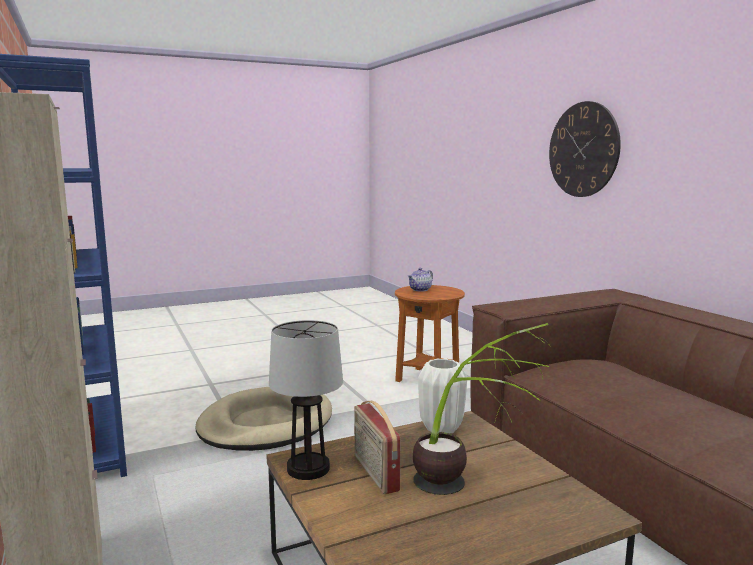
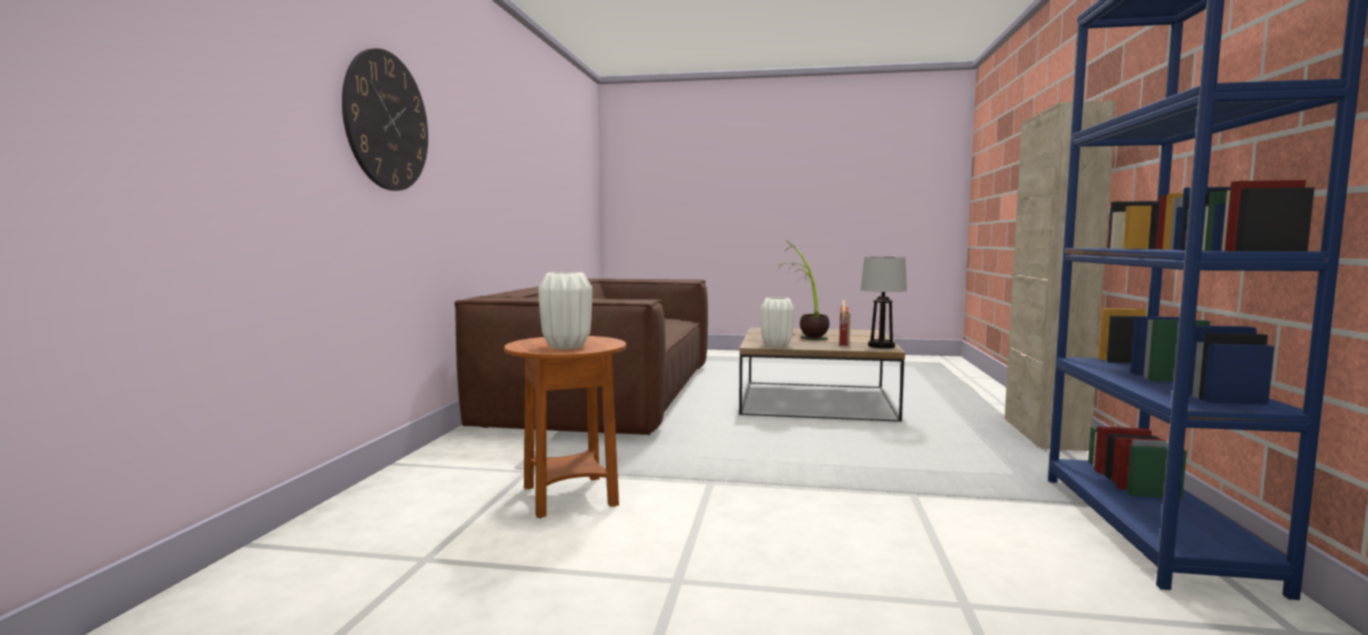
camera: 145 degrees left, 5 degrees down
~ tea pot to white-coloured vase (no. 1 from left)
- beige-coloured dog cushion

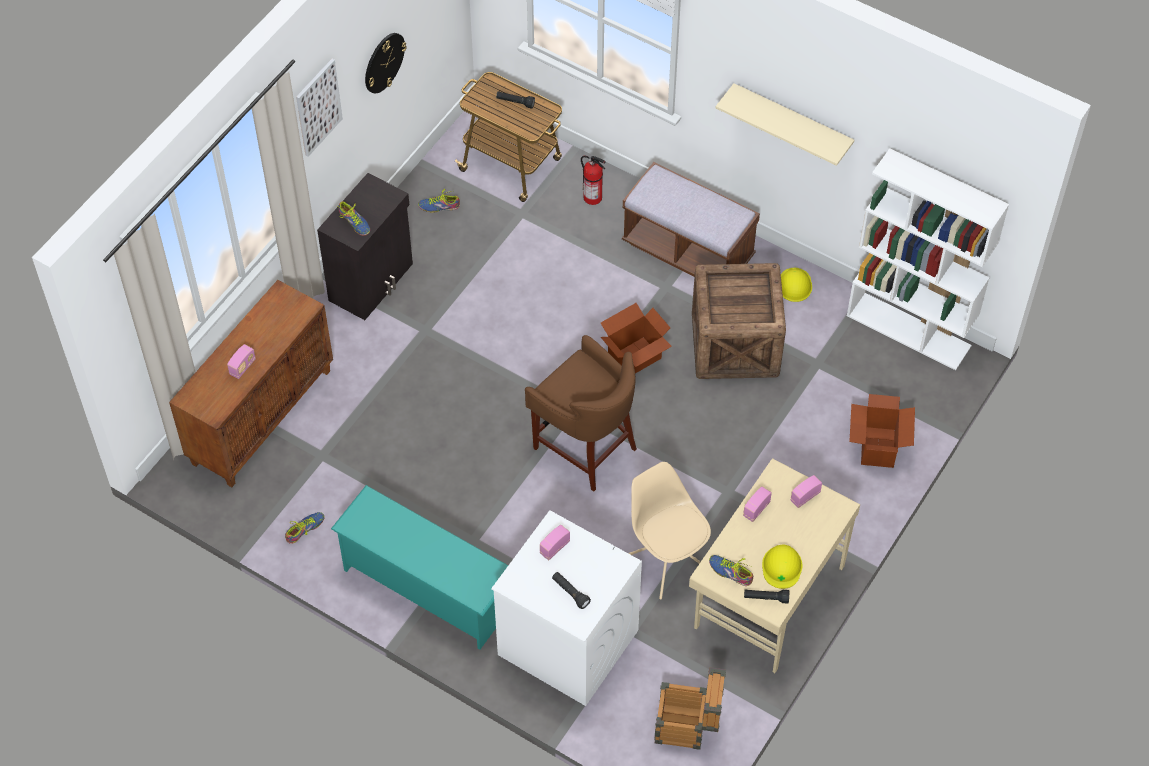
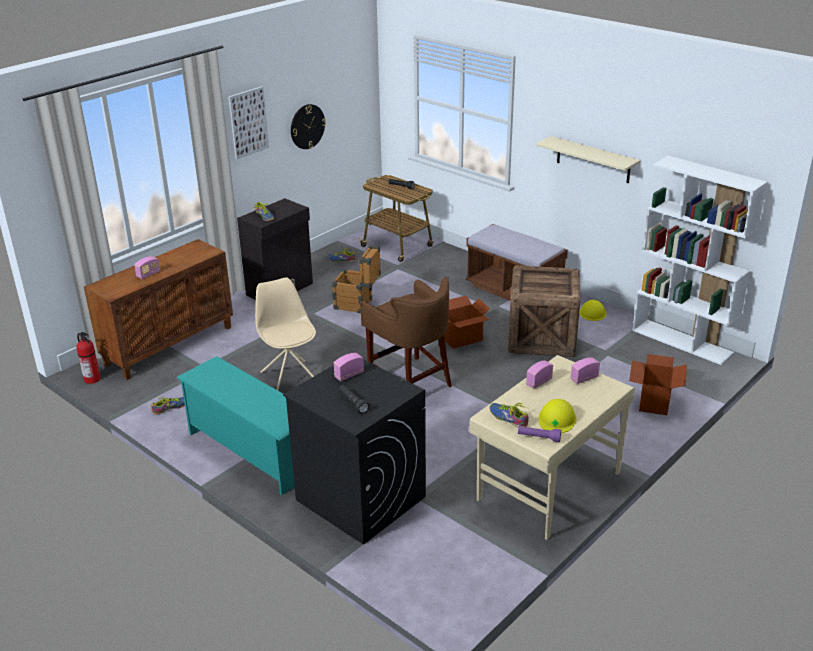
camera: 10 degrees right, 25 degrees down
~ fire extinguisher
~ beige-coloured upright chair
~ white-coloured laundry machine to black laundry machine
~ black hand torch (no. 3 from left) to purple hand torch
~ packing crate (no. 1 from left)

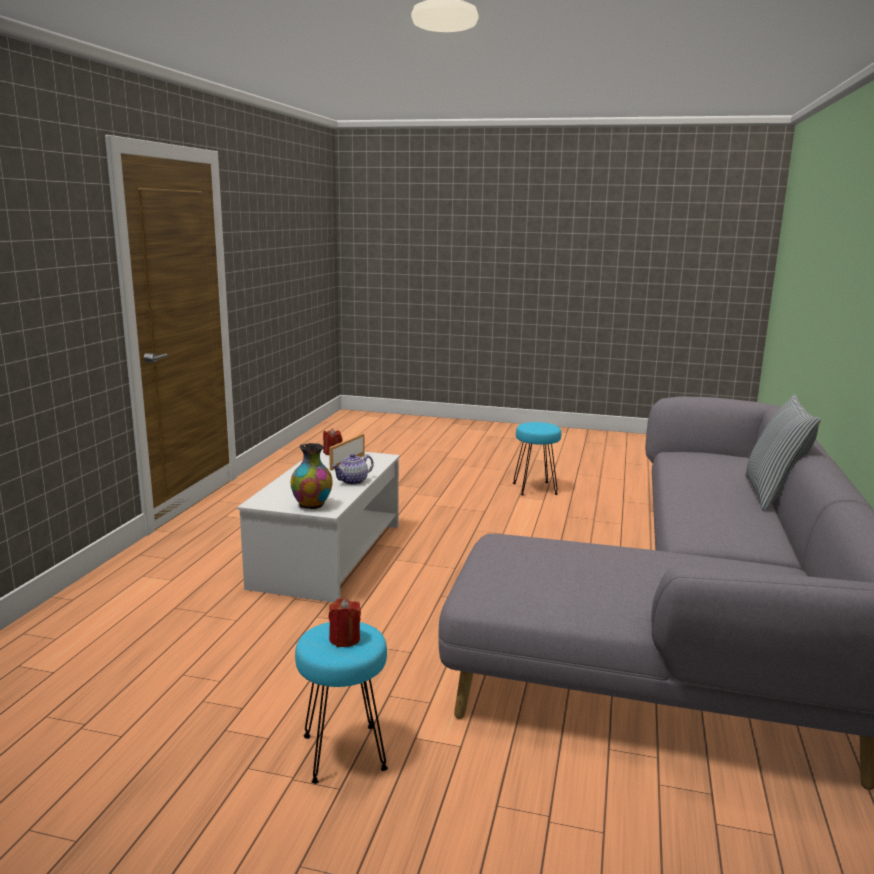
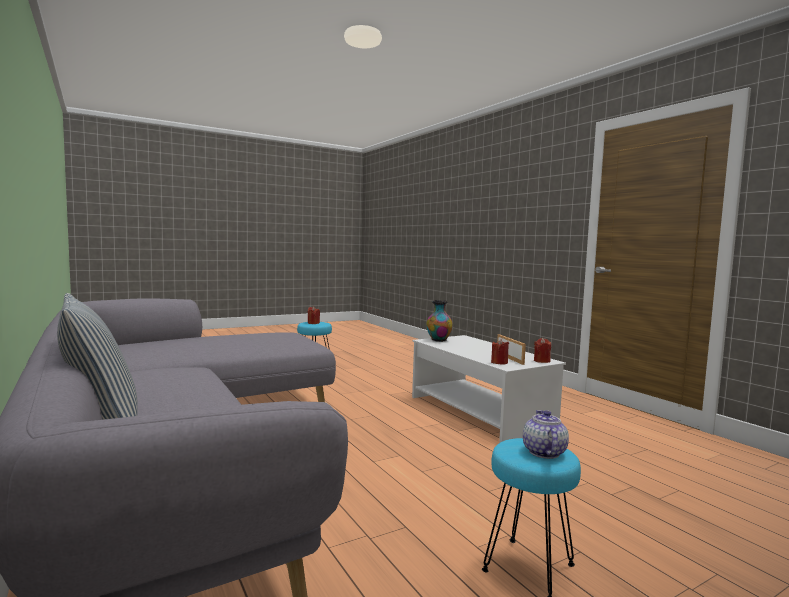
camera: 135 degrees right, 10 degrees down
~ tea pot
+ red-coloured candle (no. 2 from left)

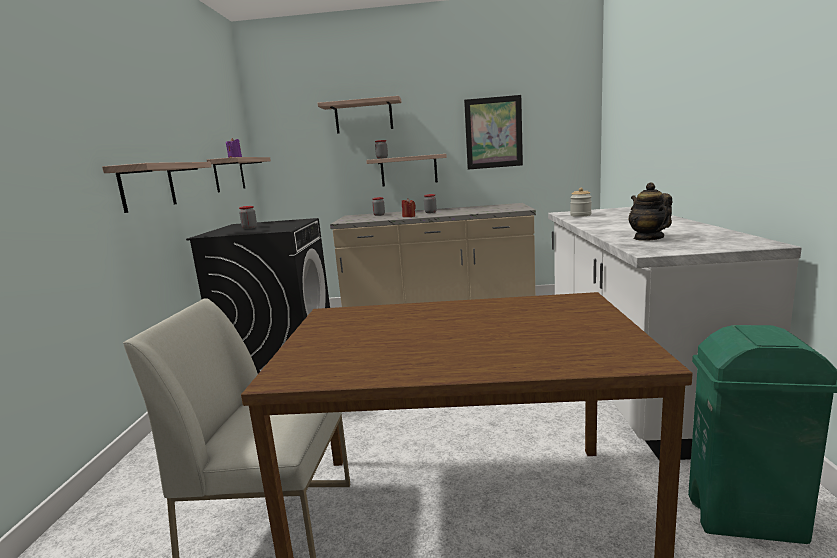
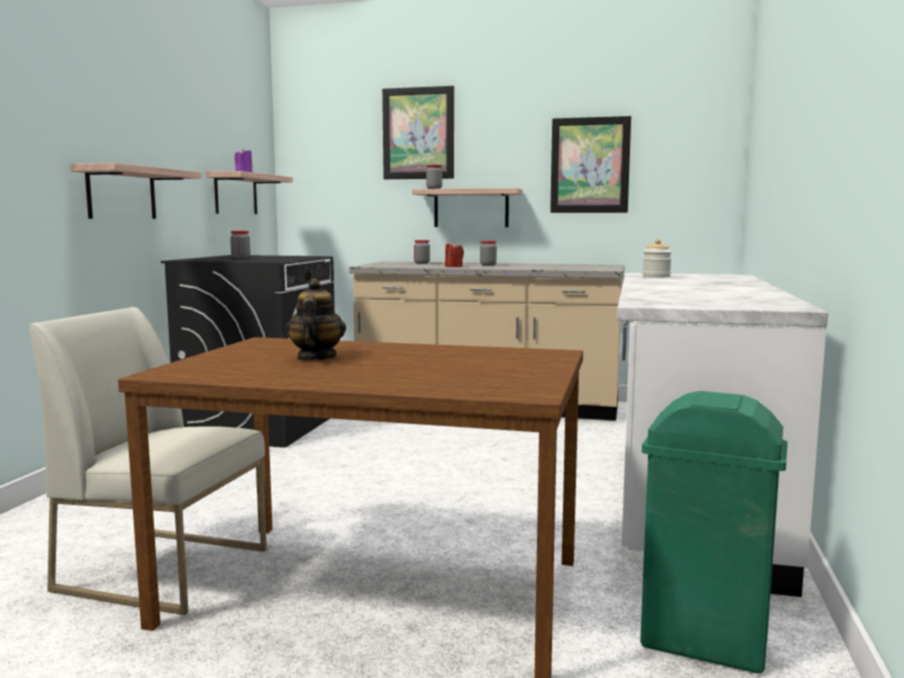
camera: 10 degrees right, 5 degrees down
~ bracket shelf (no. 3 from left) to picture (no. 1 from left)
~ tea pot

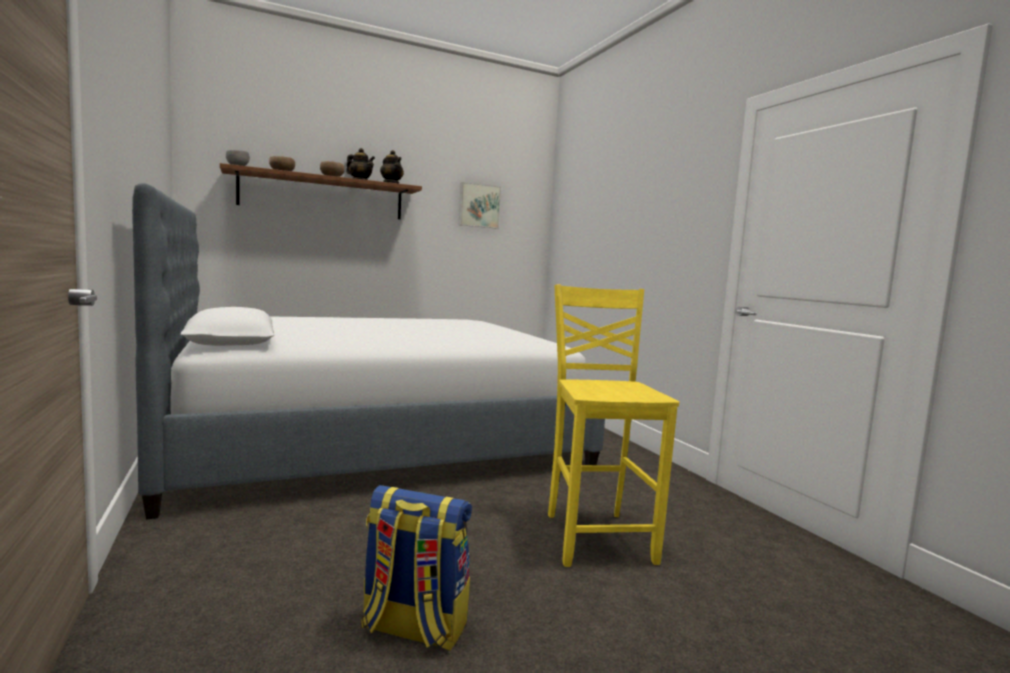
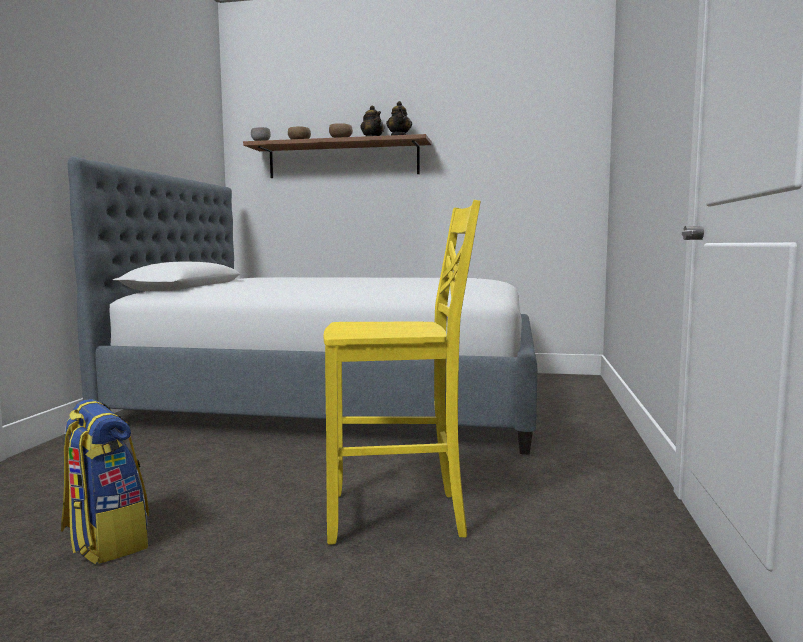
camera: 35 degrees right, 0 degrees up
- picture
~ yellow-coloured upright chair 60 degrees clockwise

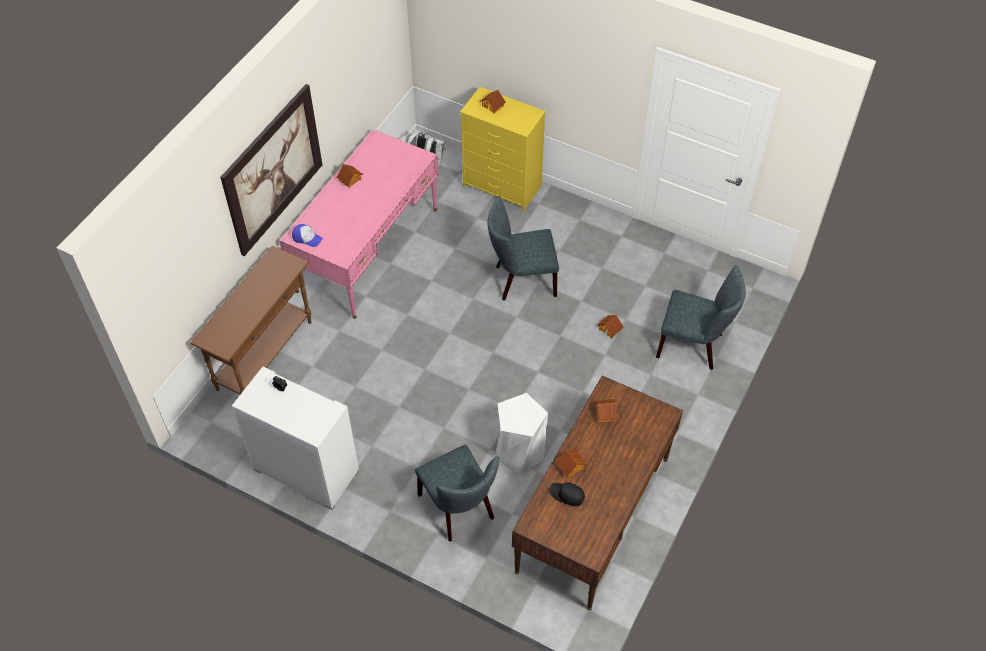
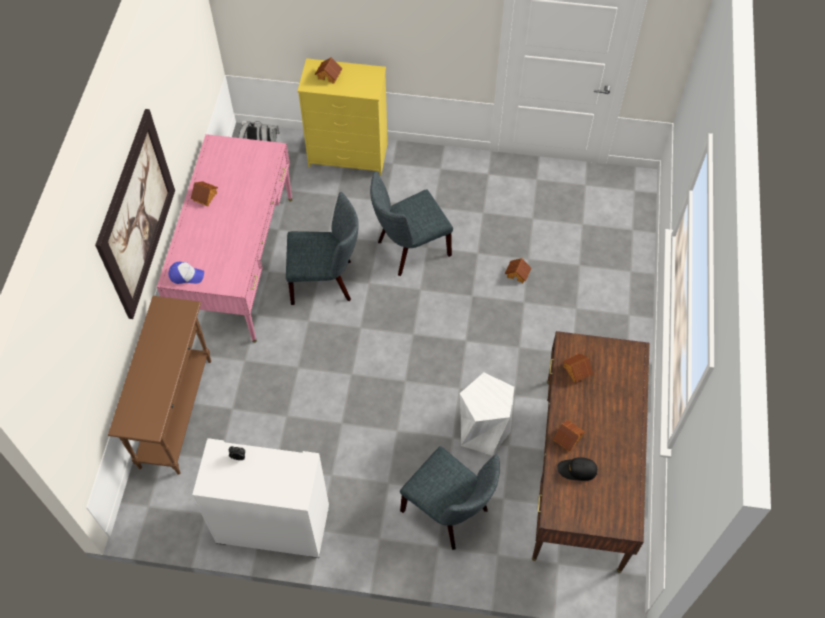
camera: 20 degrees left, 5 degrees up
~ grey upright chair (no. 3 from left in the first image) to grey upright chair (no. 1 from left)

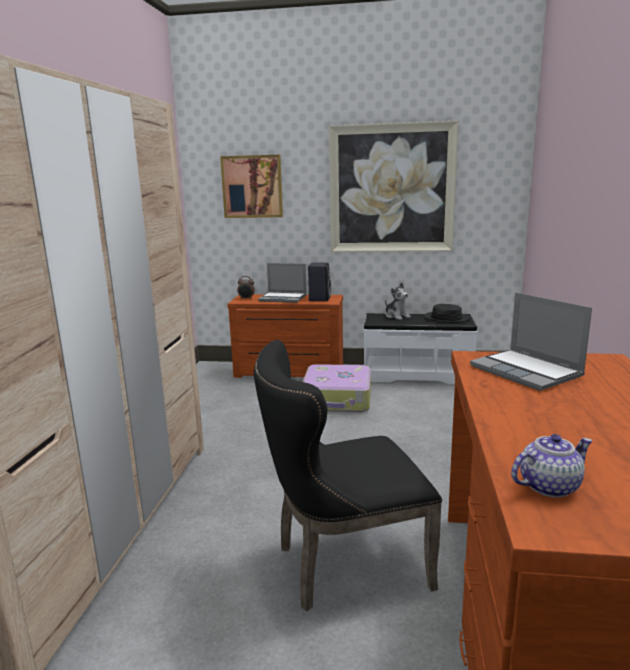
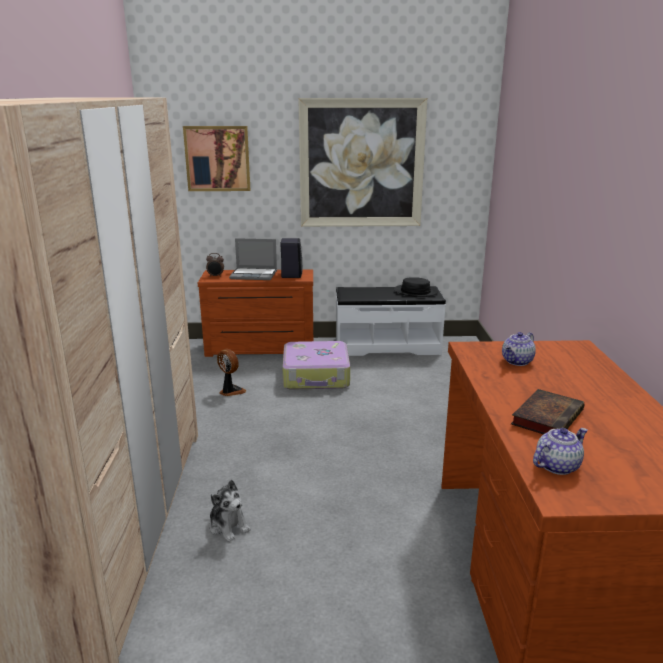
camera: 10 degrees left, 5 degrees up
~ cuddly toy
~ notebook computer (no. 2 from left) to tea pot (no. 1 from left)
- black upright chair
+ electric fan
+ bound book

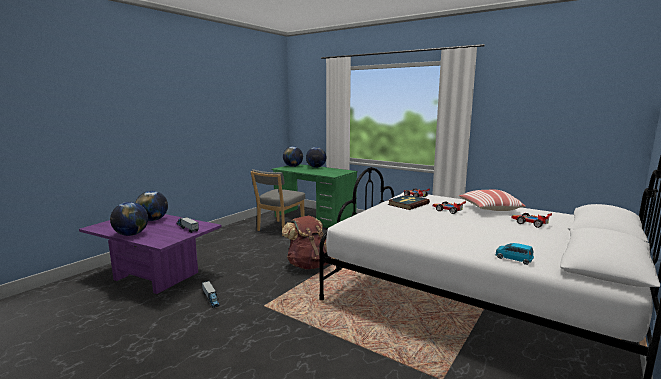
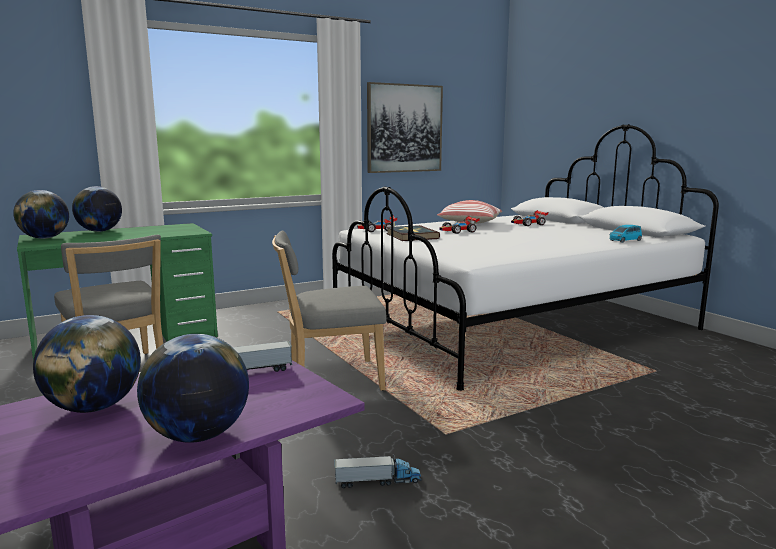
camera: 65 degrees left, 0 degrees up
~ brown-coloured rucksack to grey upright chair (no. 2 from left)
+ picture

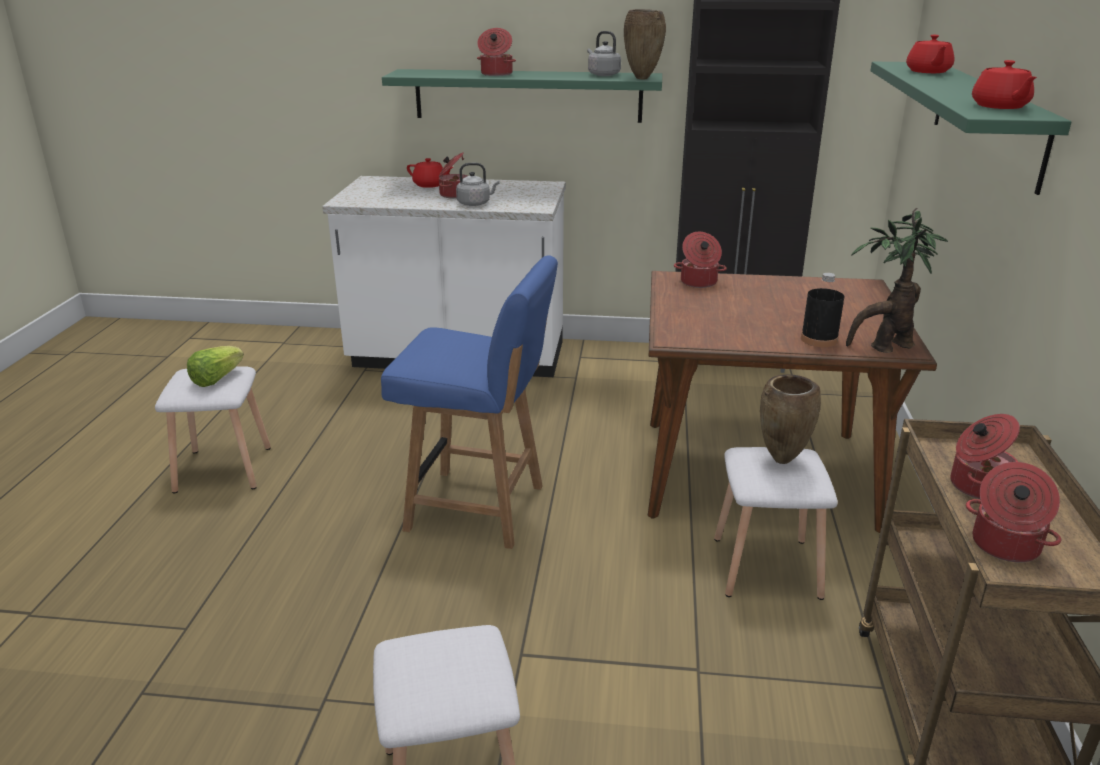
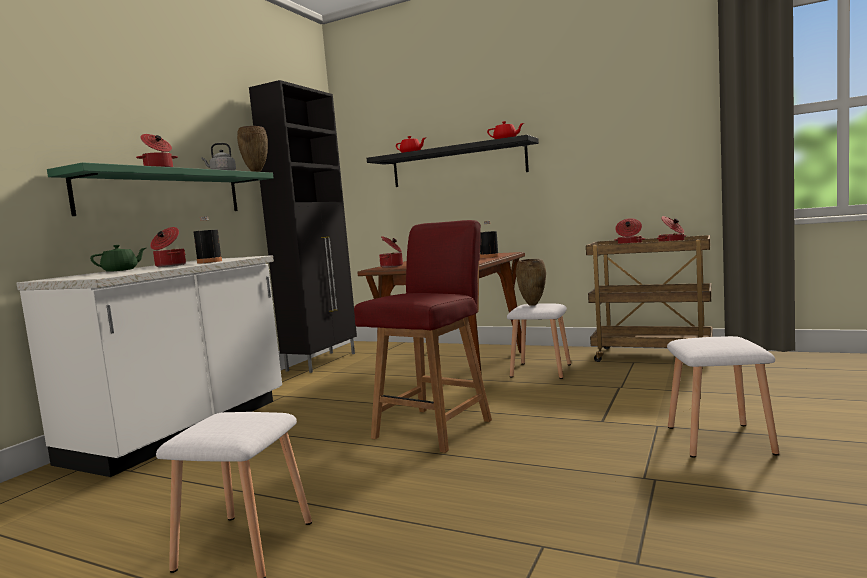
camera: 70 degrees left, 20 degrees down
~ green bracket shelf (no. 2 from left) to black bracket shelf
~ red-coloured tea pot (no. 1 from left) to green tea pot
~ grey kettle (no. 1 from left) to black beverage bottle (no. 1 from left)
- potted plant
~ blue upright chair to red-coloured upright chair
- head of lettuce

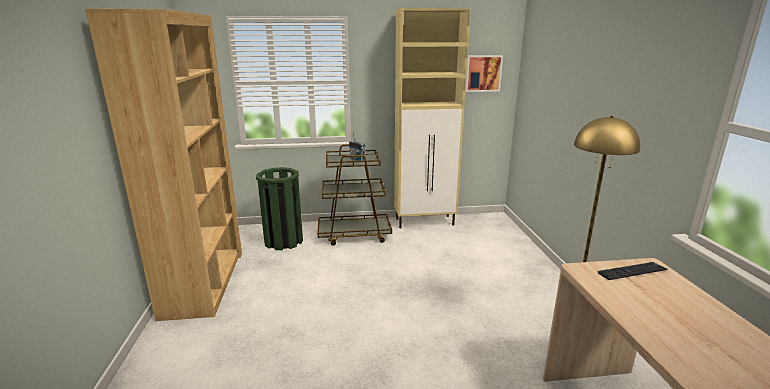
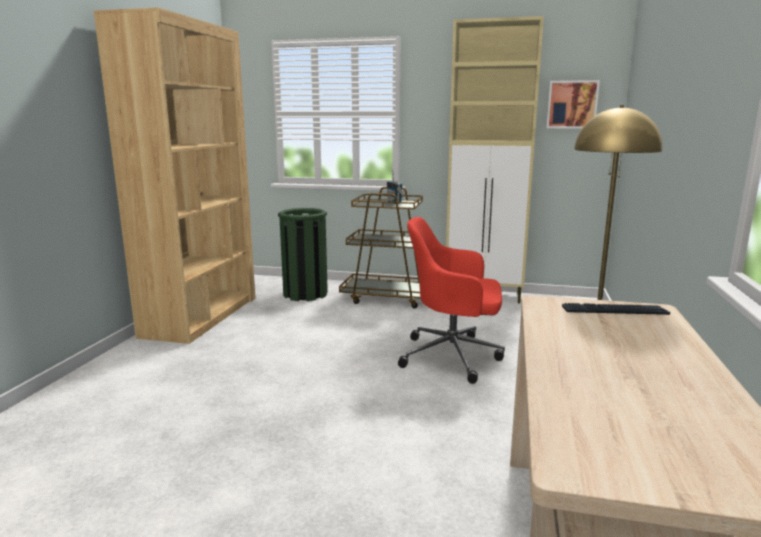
camera: 20 degrees right, 5 degrees down
+ red-coloured computer chair

